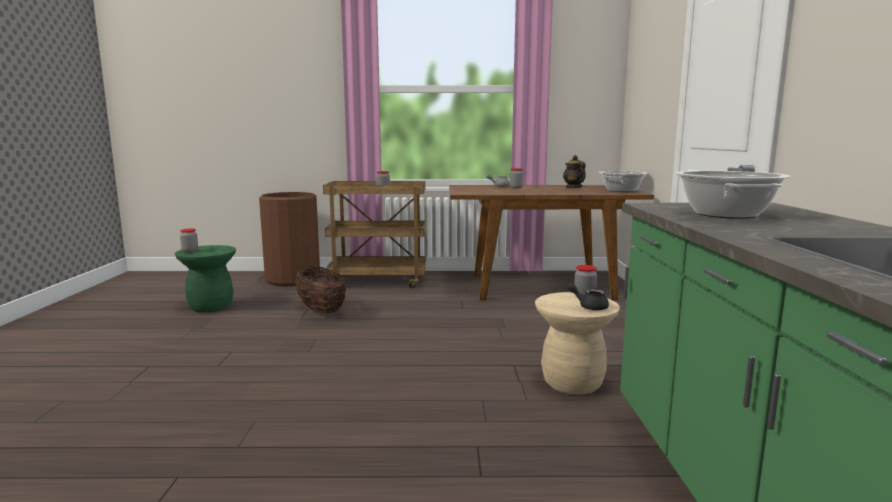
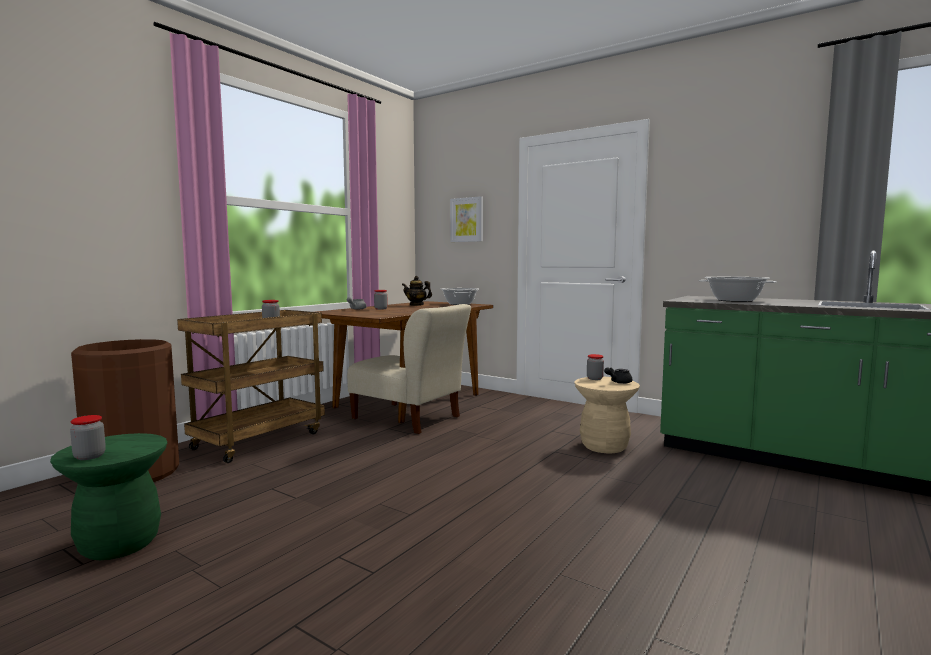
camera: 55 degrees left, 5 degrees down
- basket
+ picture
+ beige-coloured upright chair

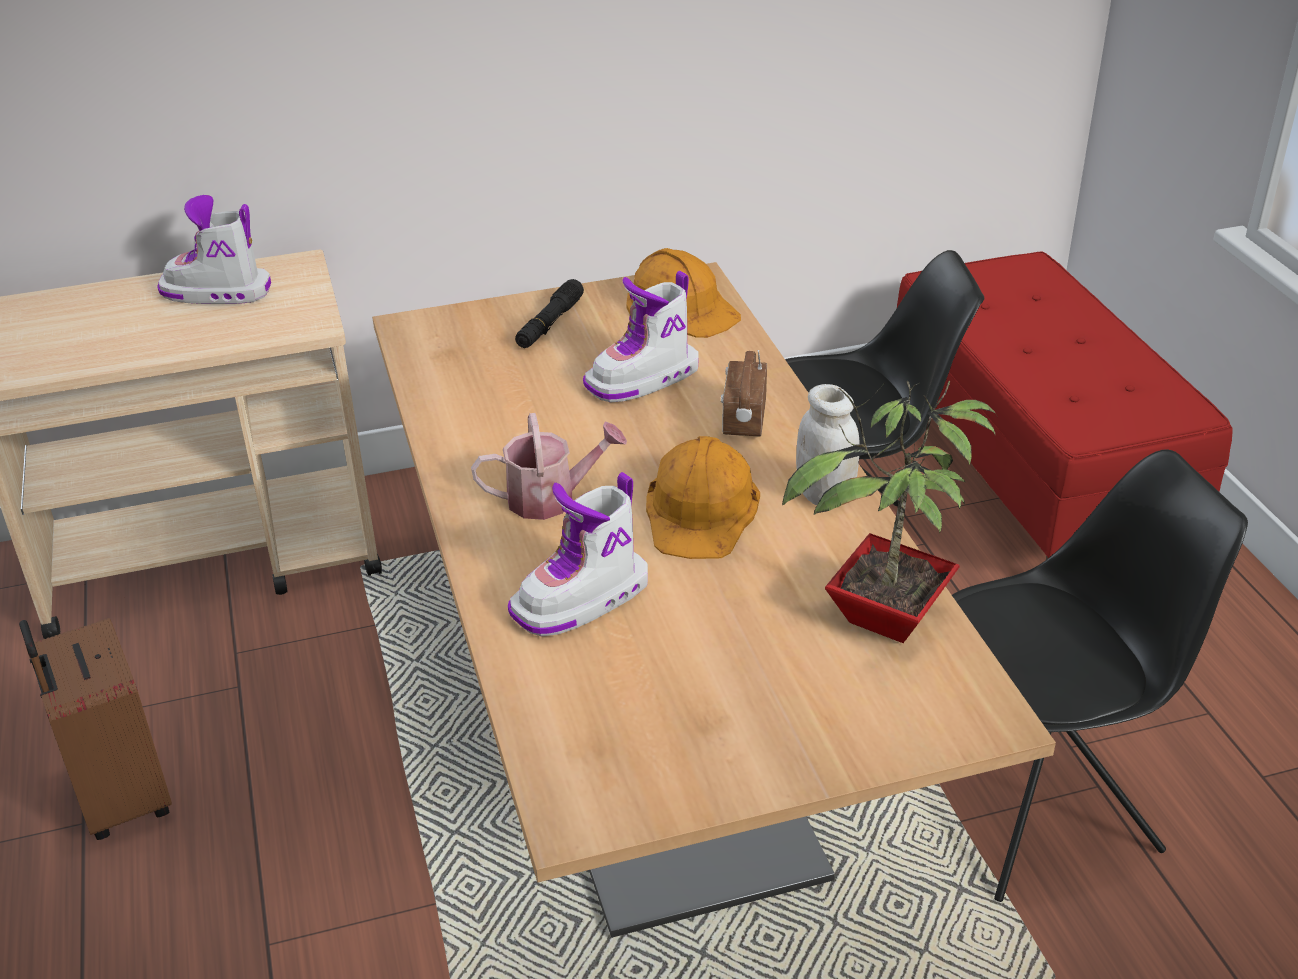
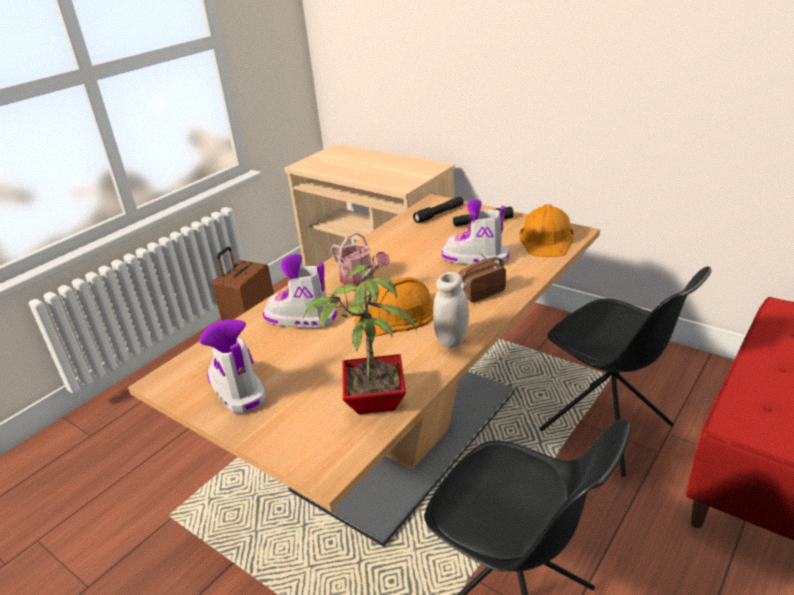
camera: 55 degrees right, 5 degrees down
~ tall boot (no. 1 from left)
+ black hand torch (no. 1 from left)

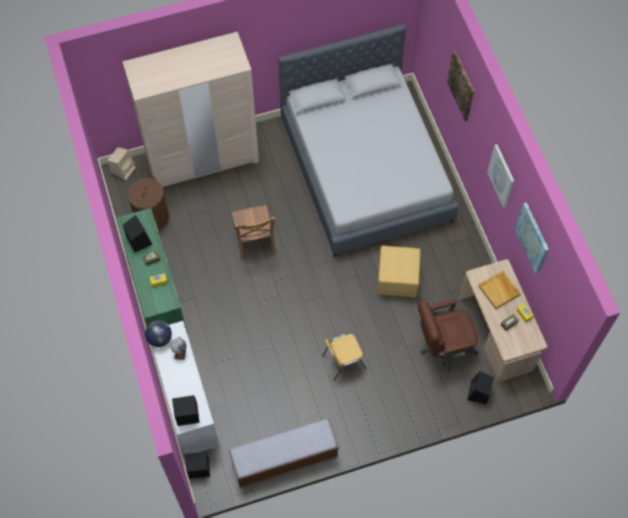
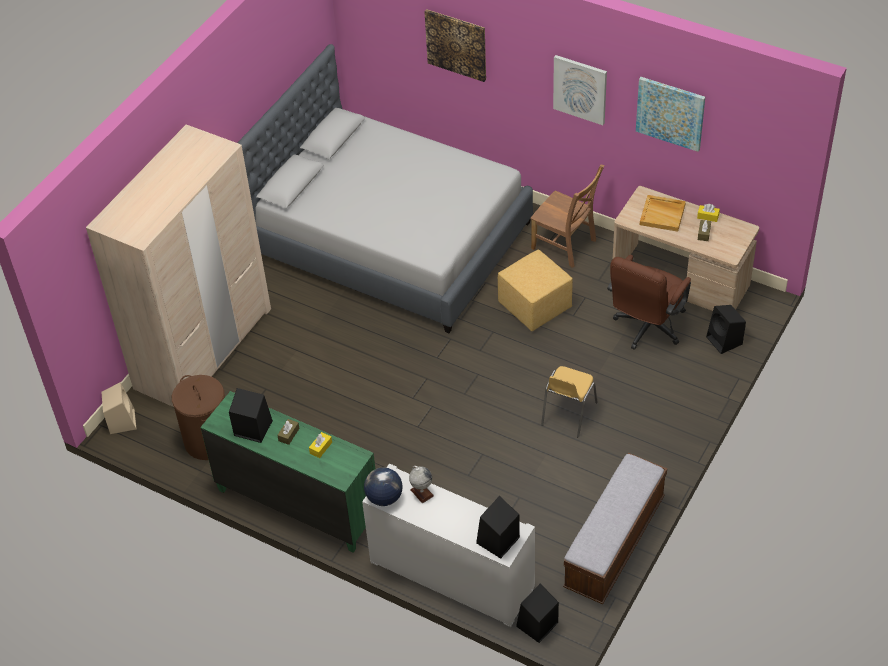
camera: 40 degrees left, 15 degrees down
~ brown-coloured upright chair

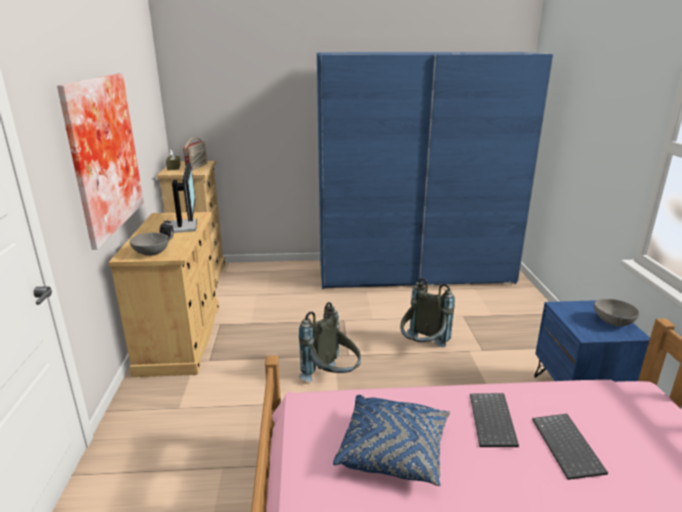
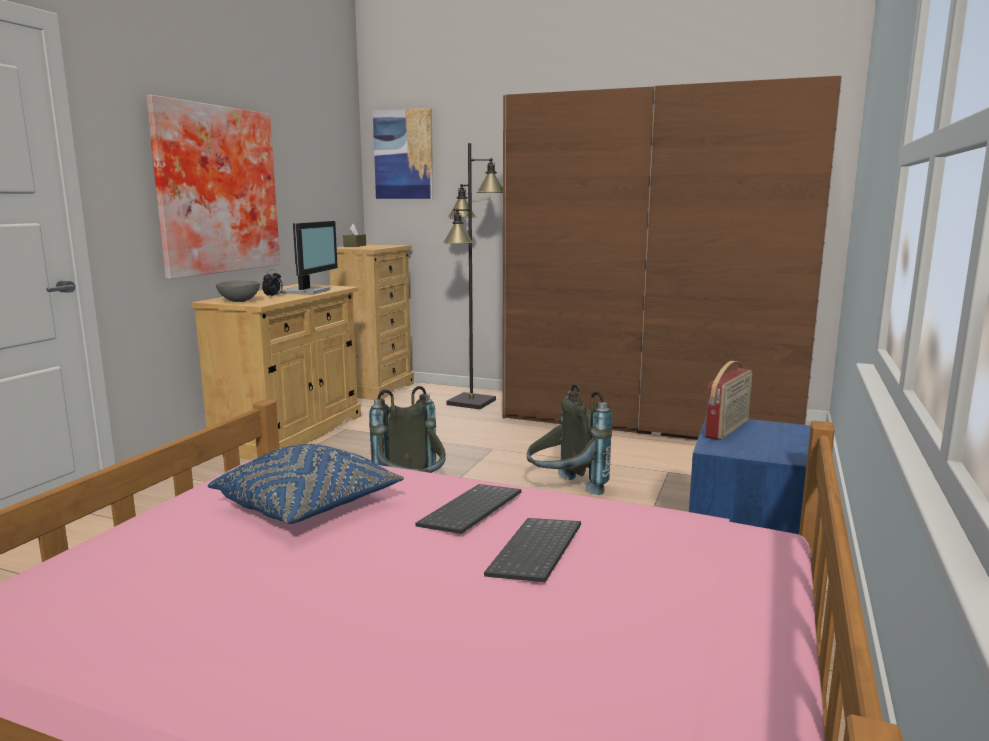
camera: 25 degrees right, 10 degrees down
~ blue wardrobe to brown-coloured wardrobe
~ radio set
- grey deep dish (no. 2 from left)
+ picture (no. 2 from left)
+ black standard lamp

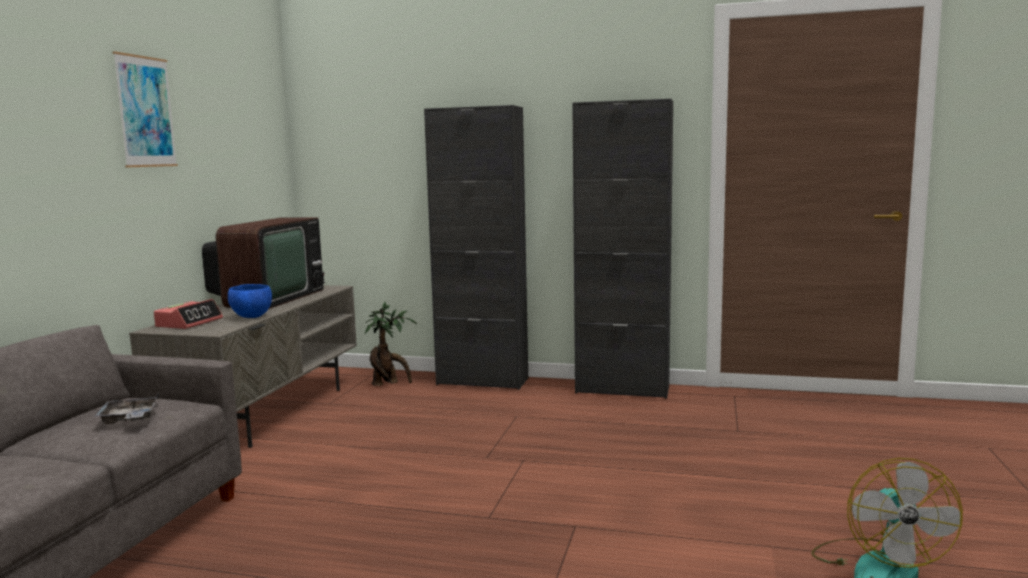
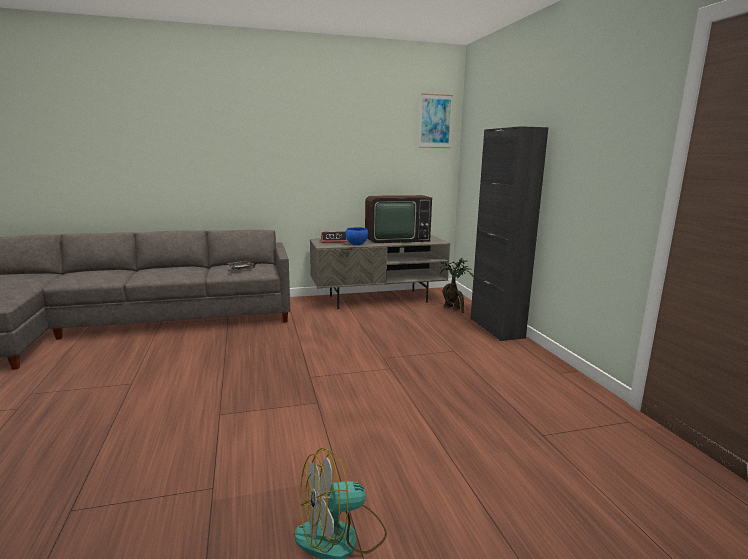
camera: 60 degrees right, 5 degrees up
~ picture
- black storage cabinet (no. 2 from left)

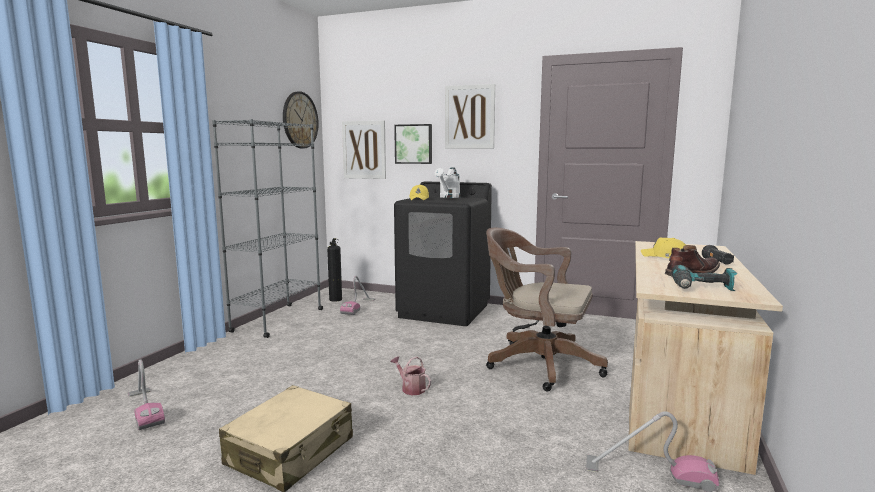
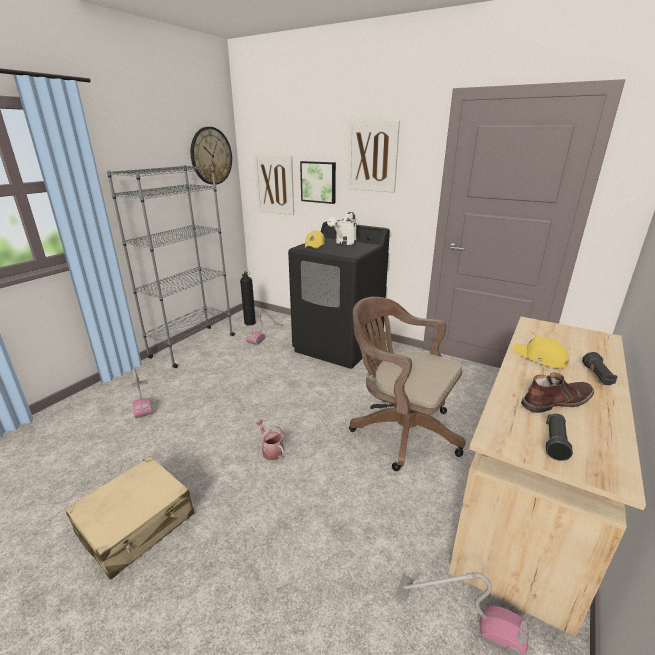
camera: 10 degrees right, 15 degrees up
~ power drill to black hand torch (no. 1 from left)
~ vacuum (no. 1 from left)

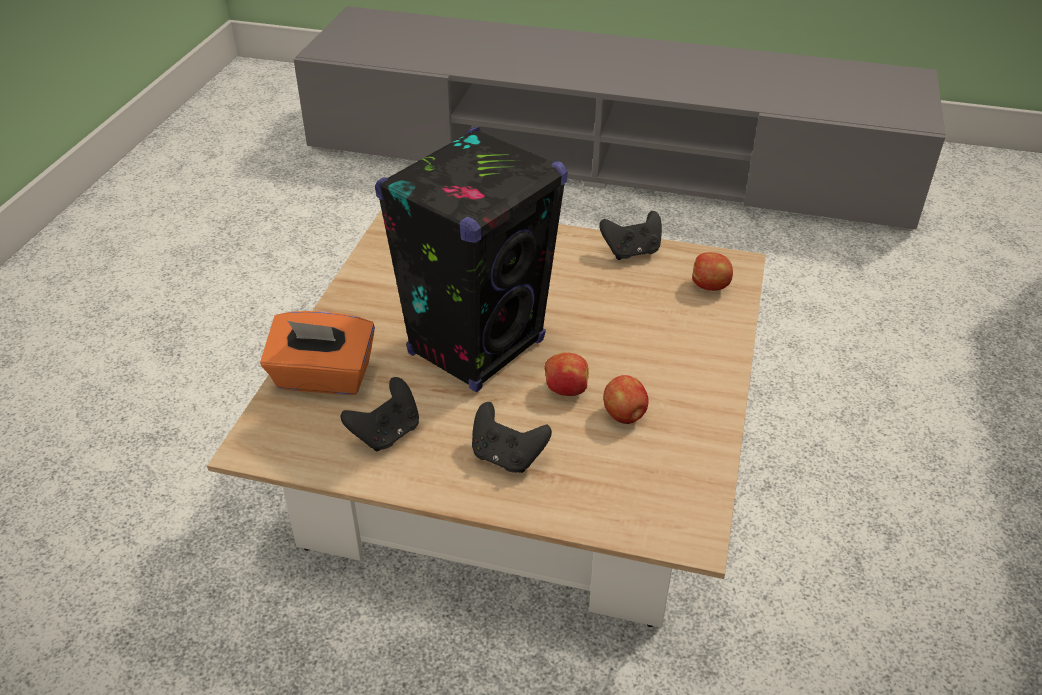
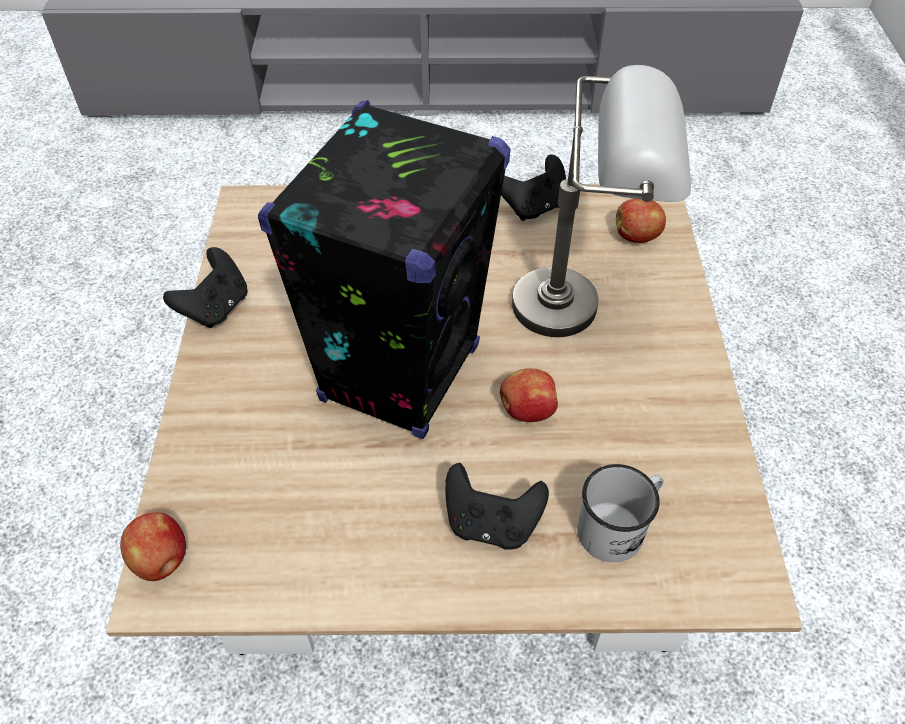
camera: 15 degrees left, 10 degrees up
- orange-coloured box of tissues
~ apple fruit (no. 2 from left in the first image) to apple fruit (no. 1 from left)
~ black gamepad (no. 1 from left)
+ grey lamp for a table
+ white-coloured mug

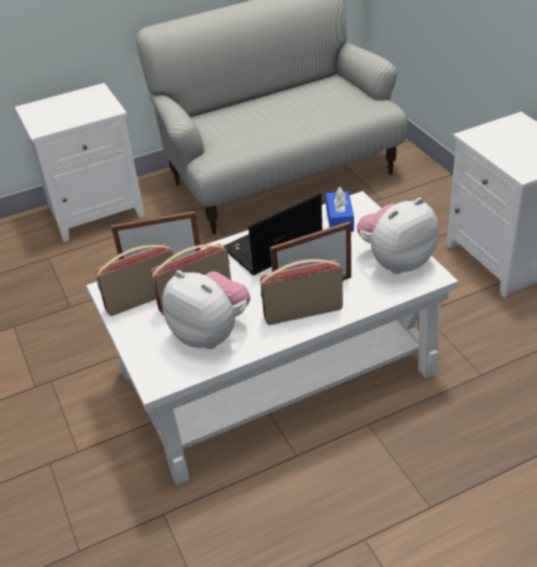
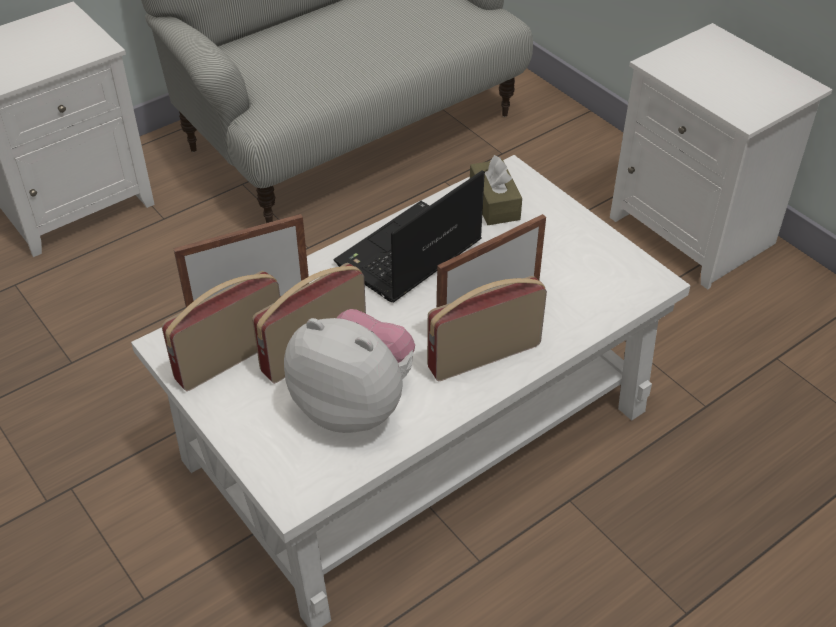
camera: 15 degrees left, 5 degrees up
~ blue box of tissues to brown-coloured box of tissues
- cuddly toy (no. 2 from left)

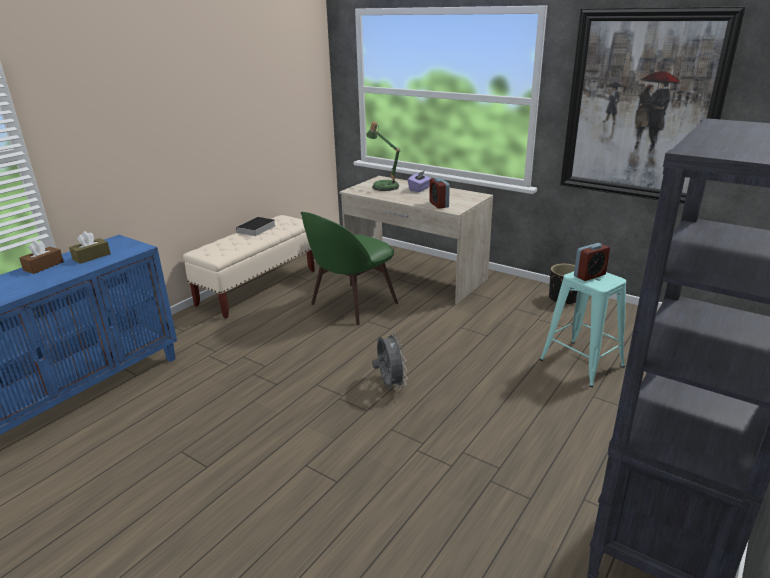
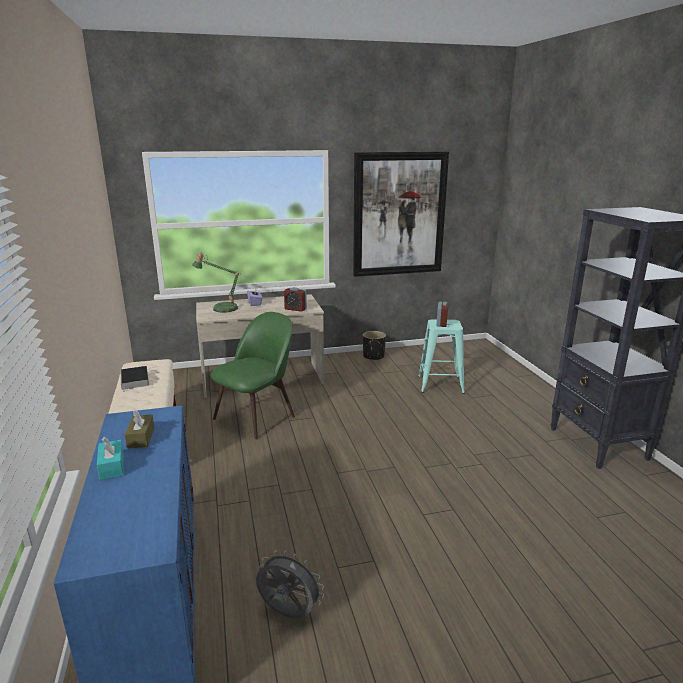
camera: 50 degrees left, 5 degrees down
~ green upright chair 135 degrees counterclockwise
~ brown-coloured box of tissues (no. 1 from left) to turquoise box of tissues
~ grey electric fan

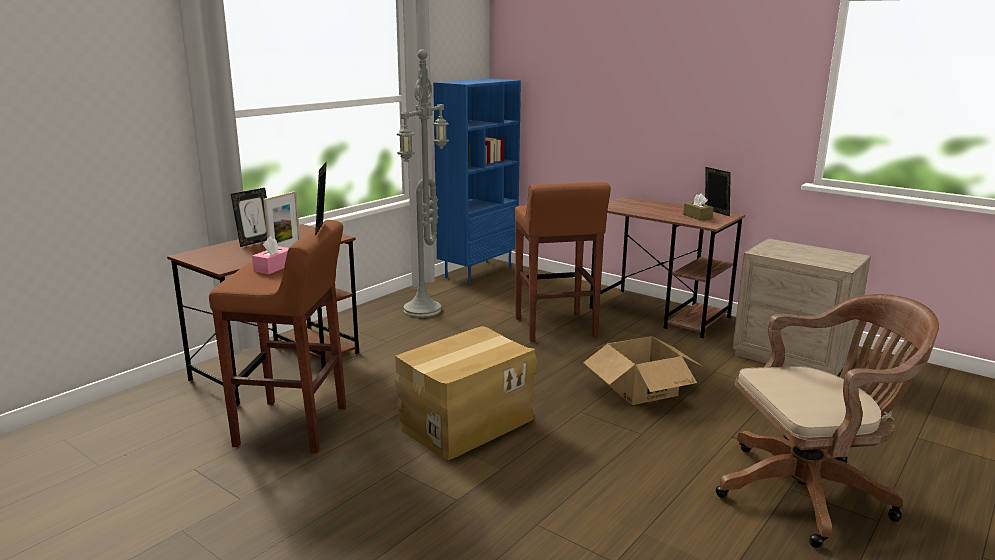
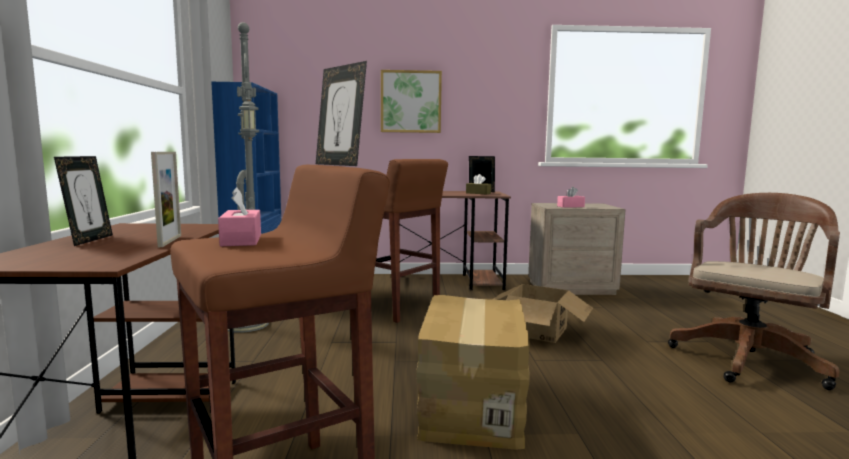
camera: 40 degrees left, 10 degrees down
+ picture
+ pink box of tissues (no. 2 from left)

